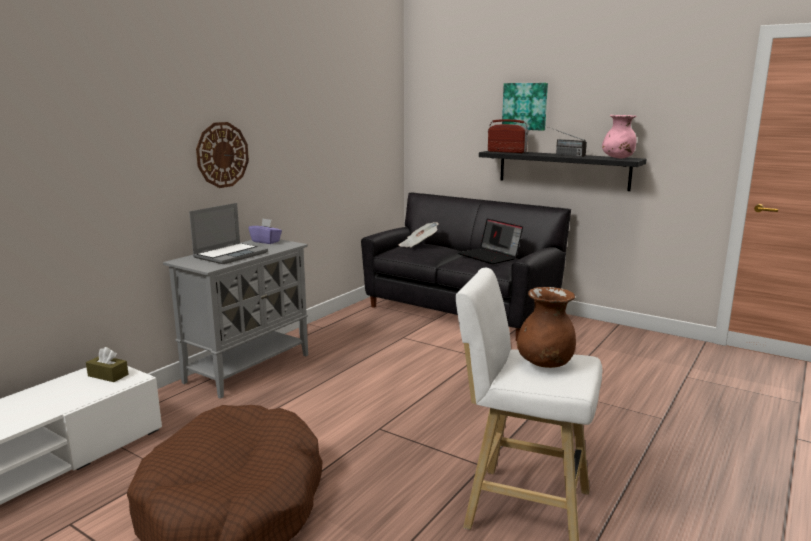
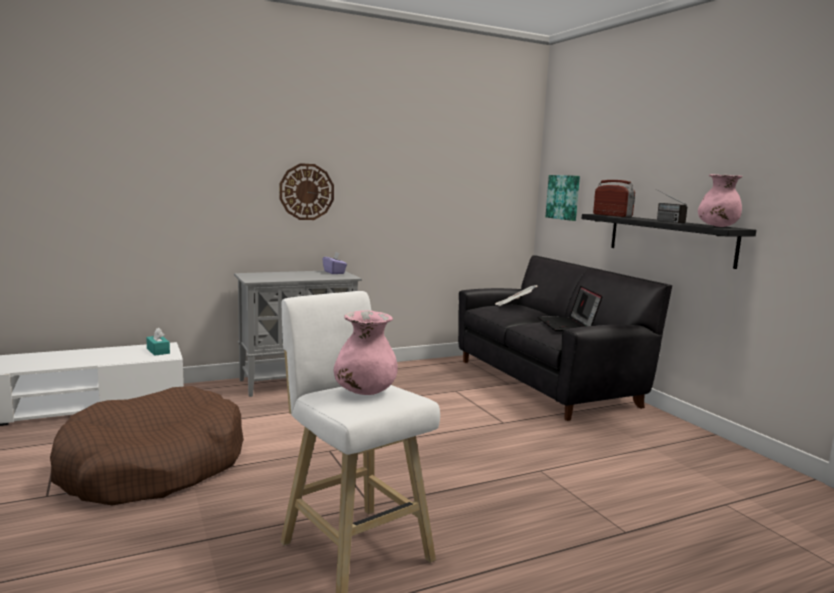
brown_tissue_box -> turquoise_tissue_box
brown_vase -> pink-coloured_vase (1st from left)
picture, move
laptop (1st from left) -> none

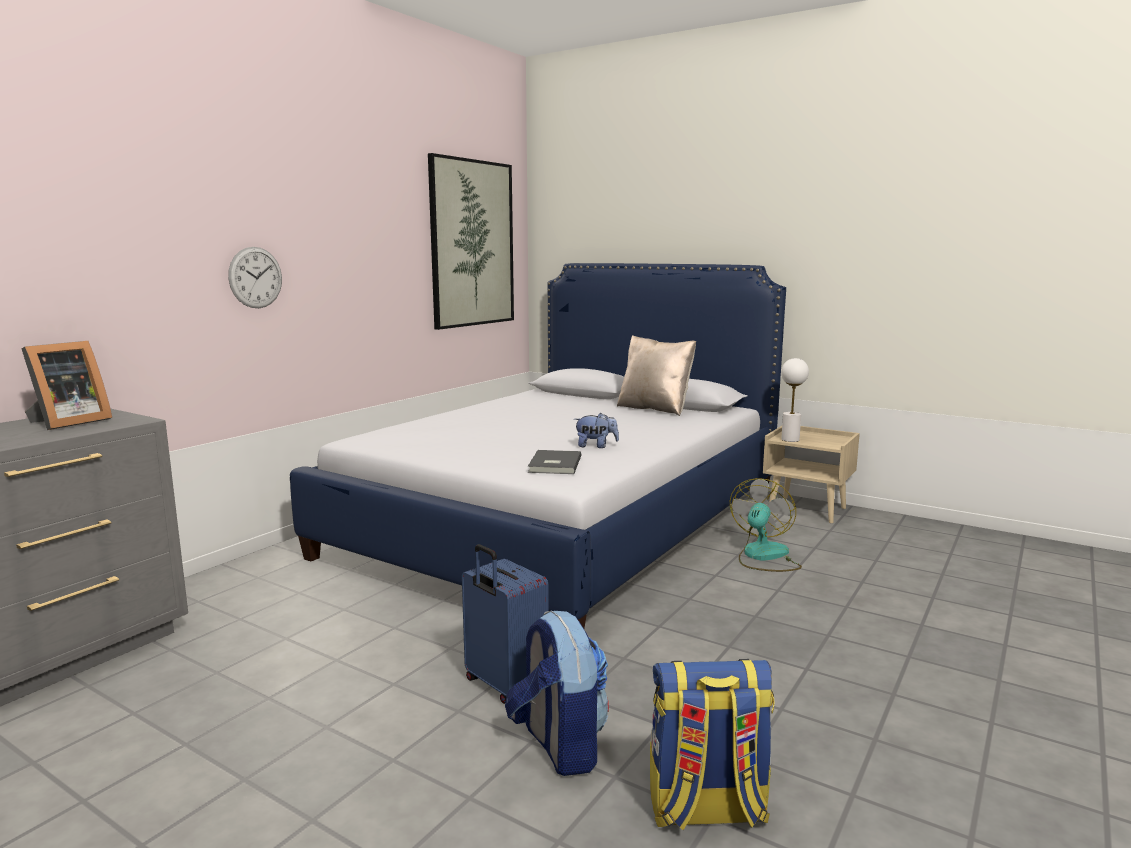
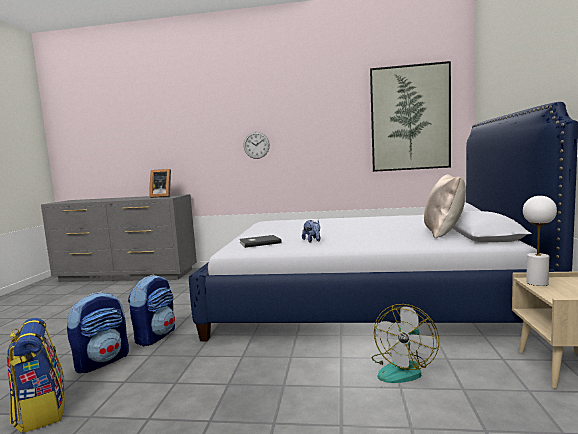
blue_travel_case -> rucksack (3rd from left)
electric_fan, 120 degrees clockwise

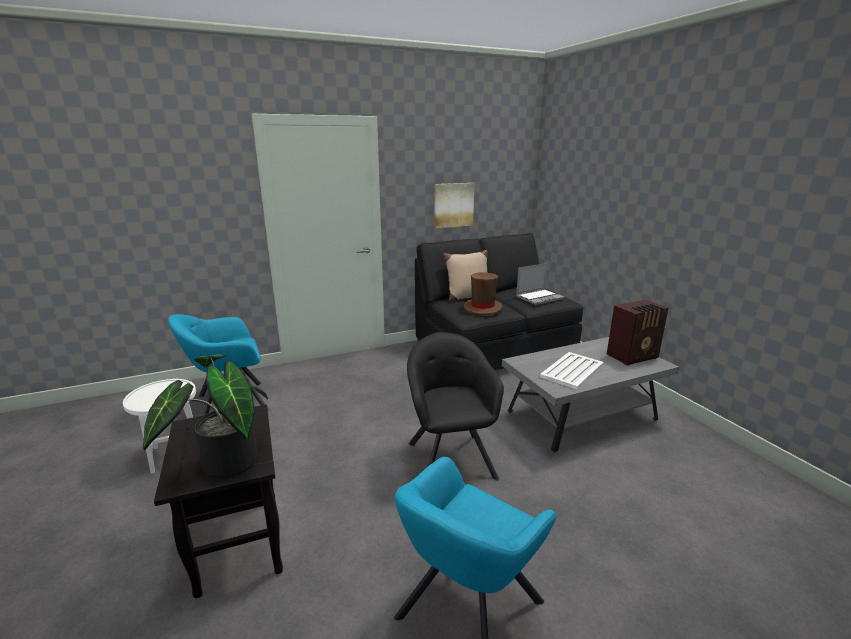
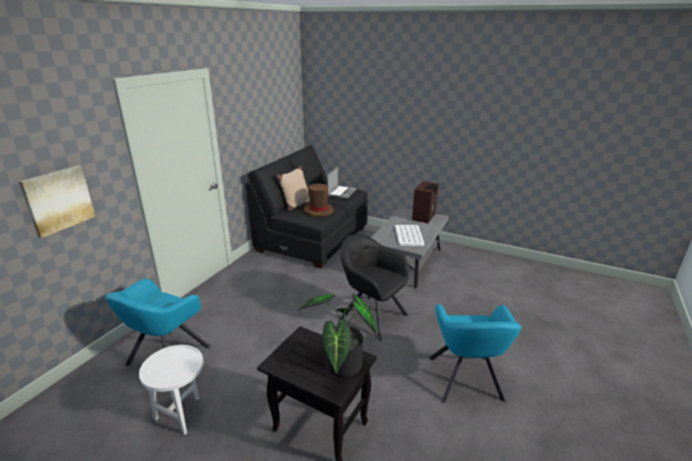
picture, move

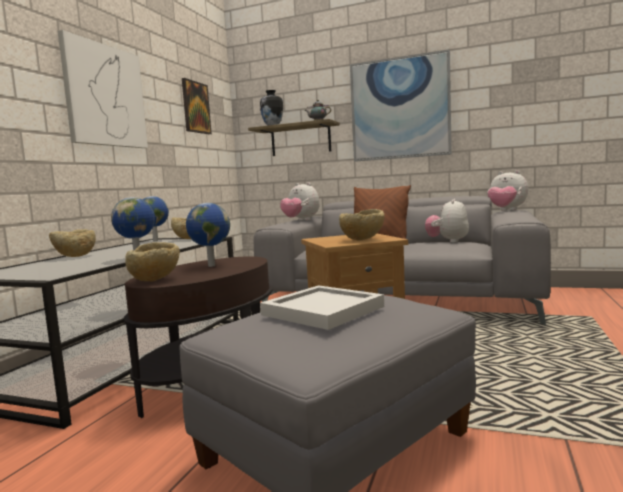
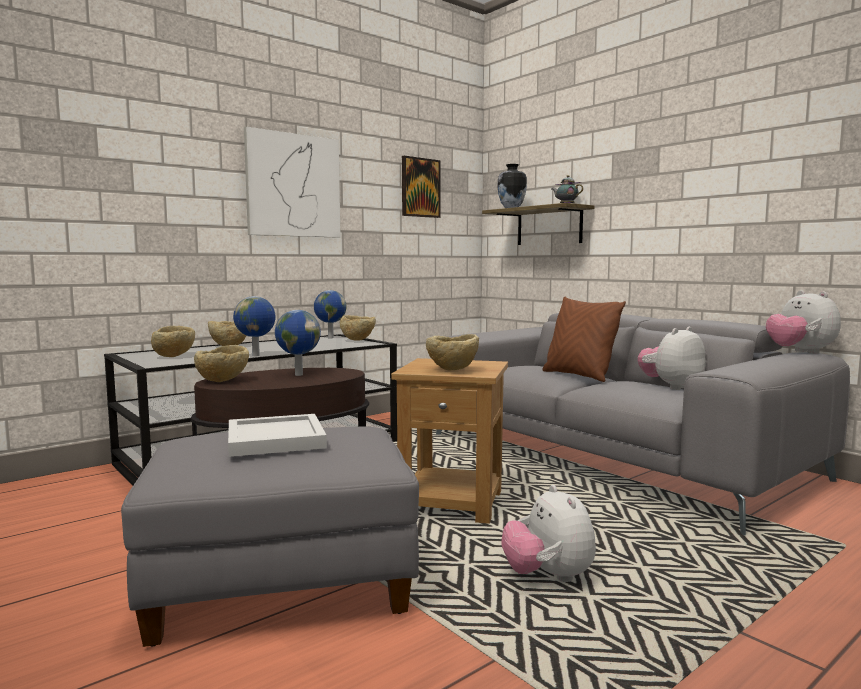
none -> beige_bowl (1st from left)
soft_toy (1st from left), move
picture (3rd from left) -> none

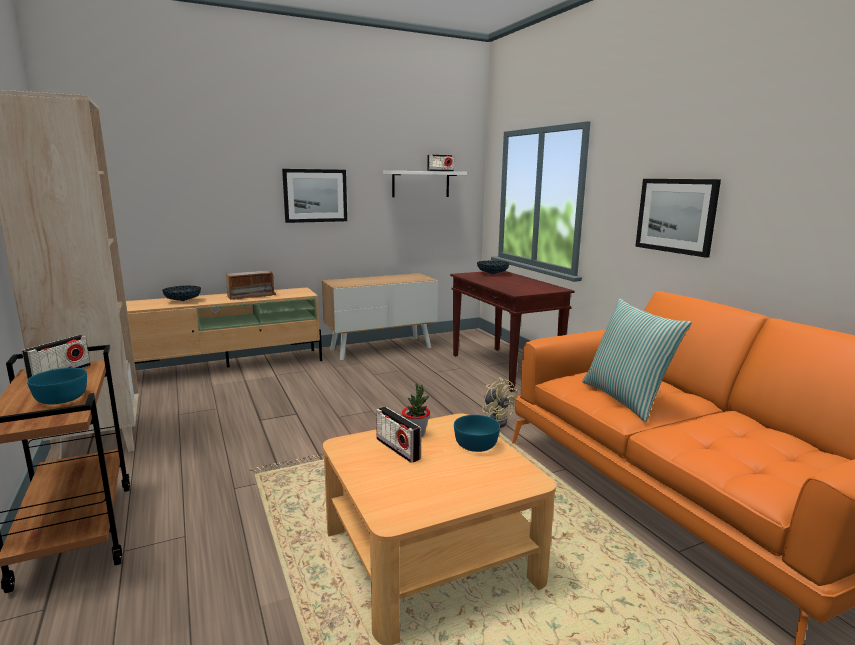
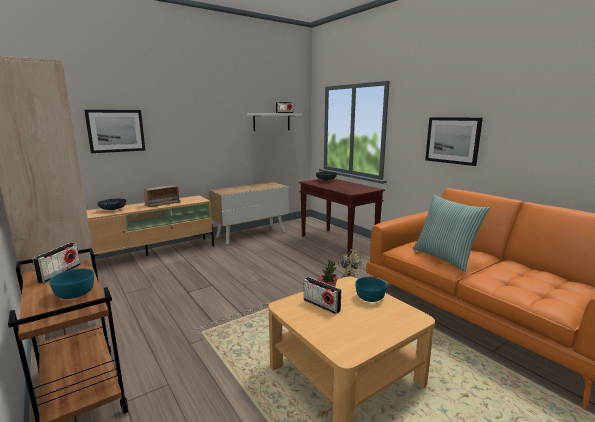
picture (1st from left), move

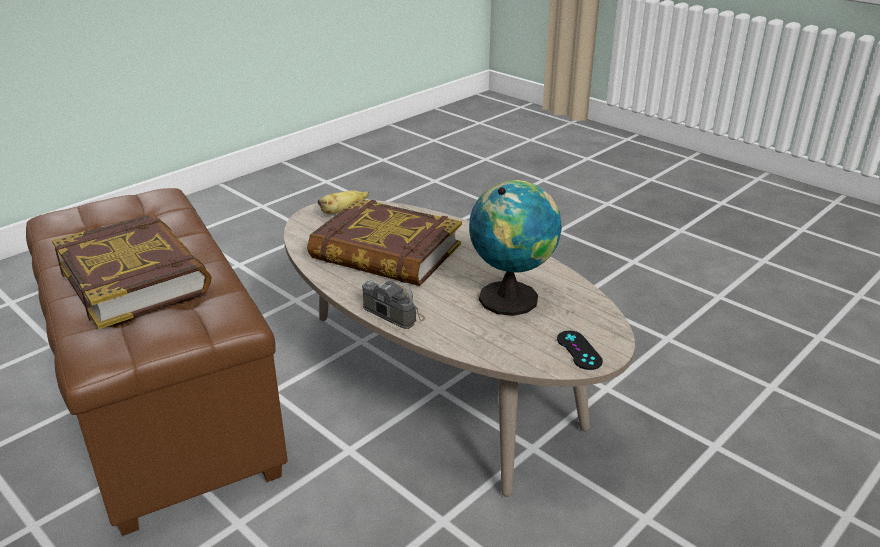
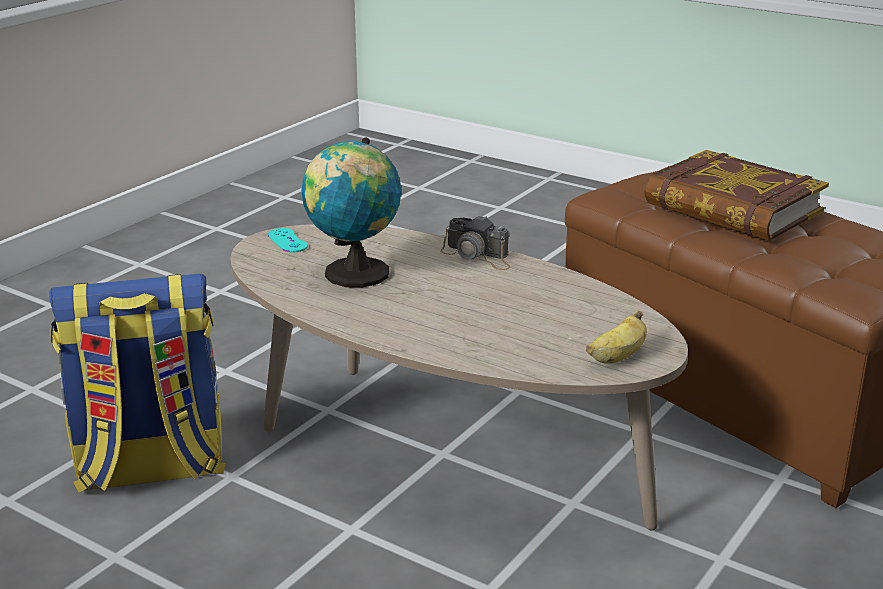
none -> rucksack
black_gamepad -> turquoise_gamepad
book (2nd from left) -> none

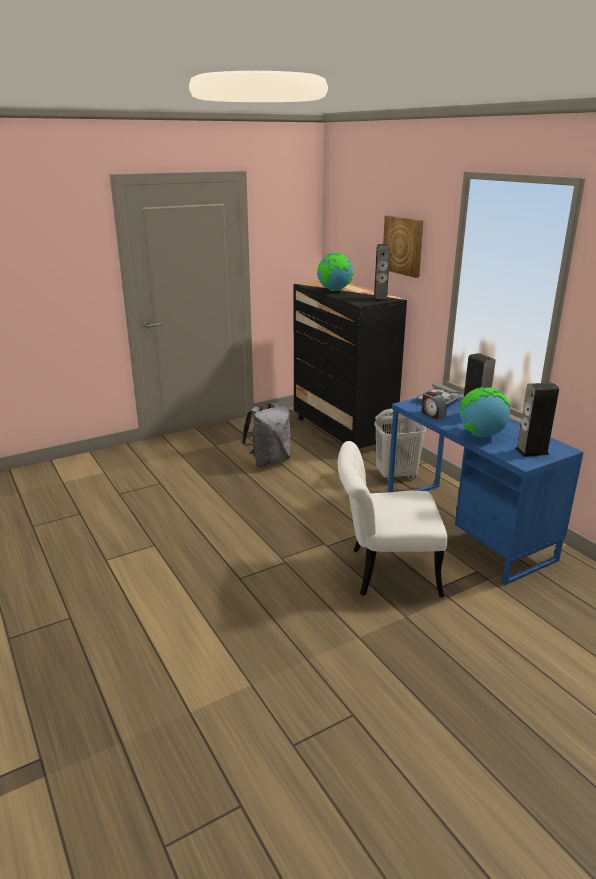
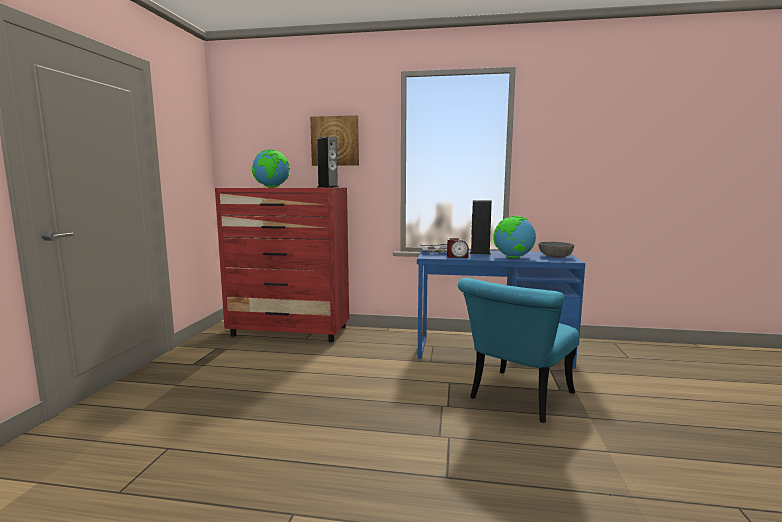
black_drawer_chest -> red_drawer_chest
white_plain_chair -> turquoise_plain_chair
audio_speaker (3rd from left) -> gray_bowl
gray_rucksack -> none
white_washing_basket -> none

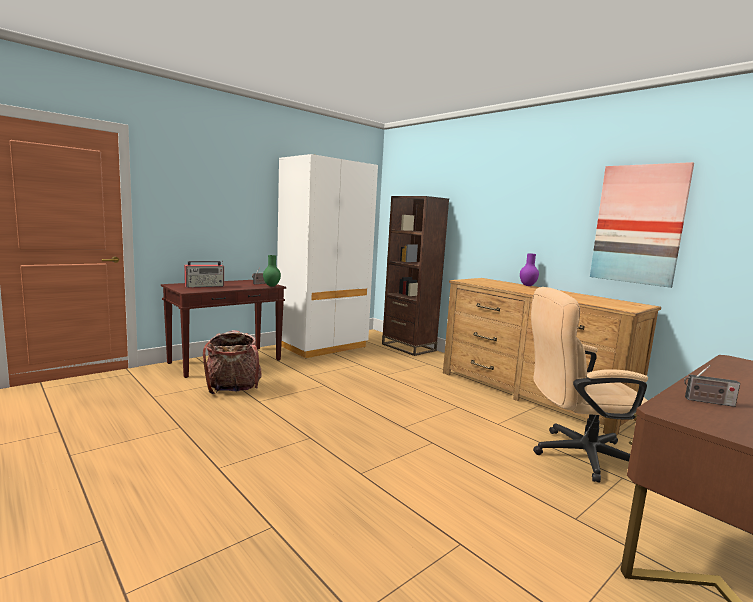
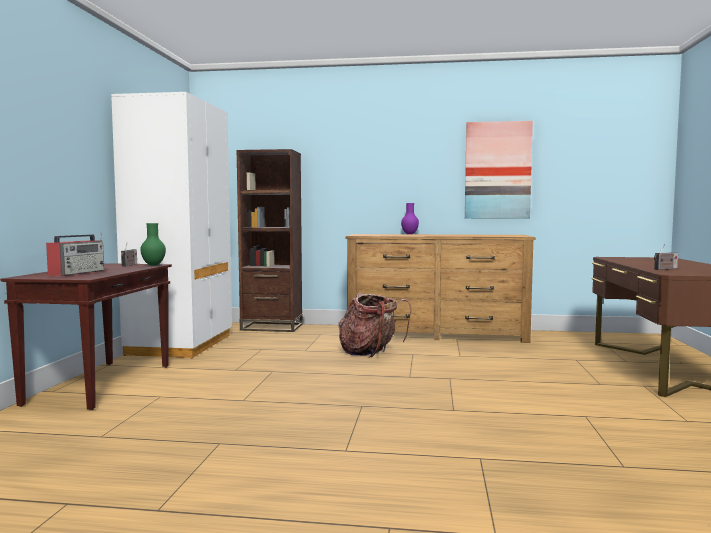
rucksack, move
beige_computer_chair -> none

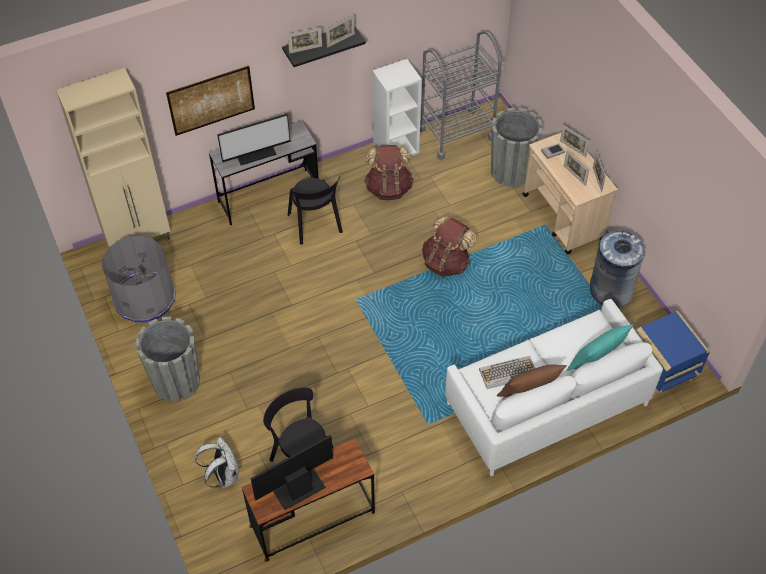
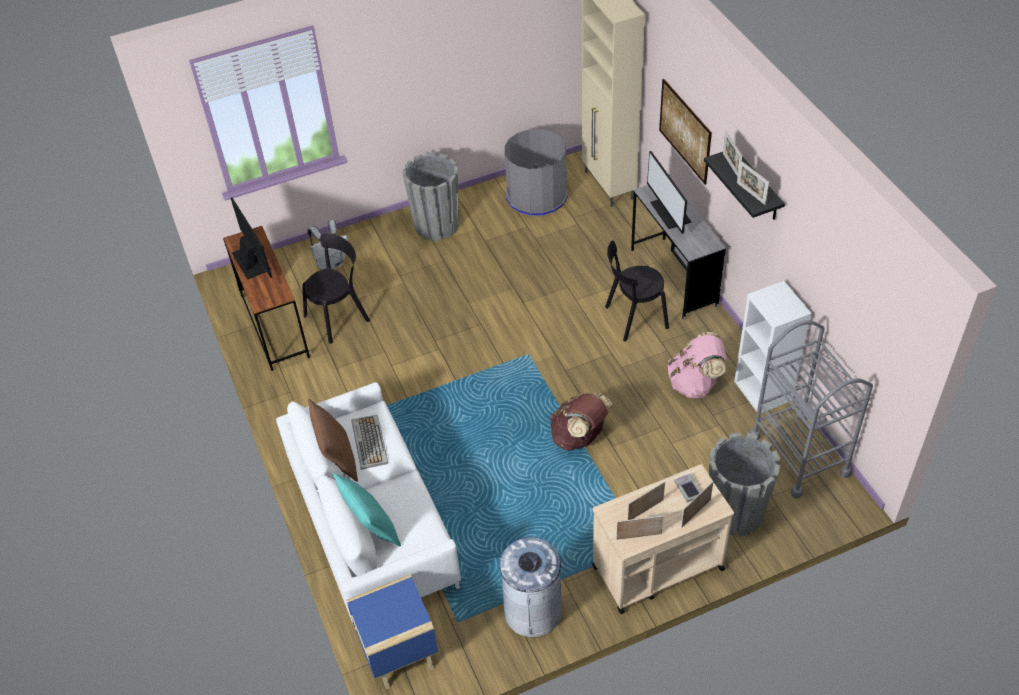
brown_rucksack (1st from left) -> pink-coloured_rucksack

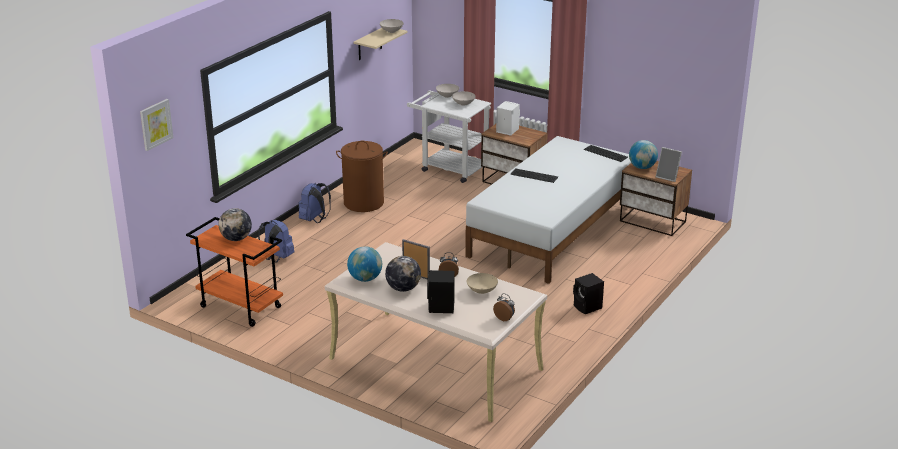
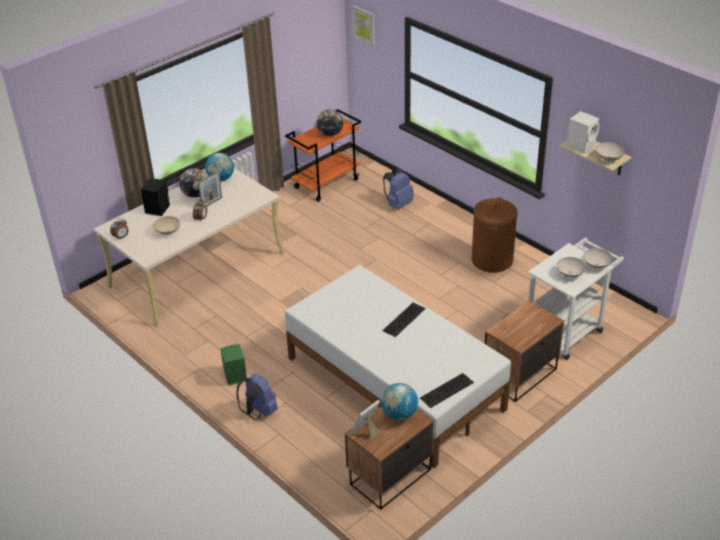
black_audio_speaker (2nd from left) -> green_audio_speaker
blue_rucksack (2nd from left in the first image) -> blue_rucksack (1st from left), move
white_audio_speaker, move

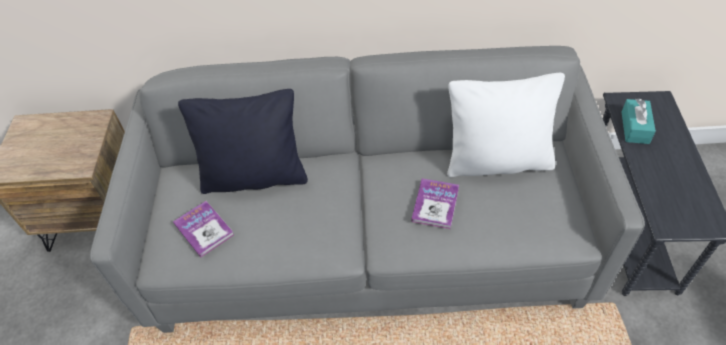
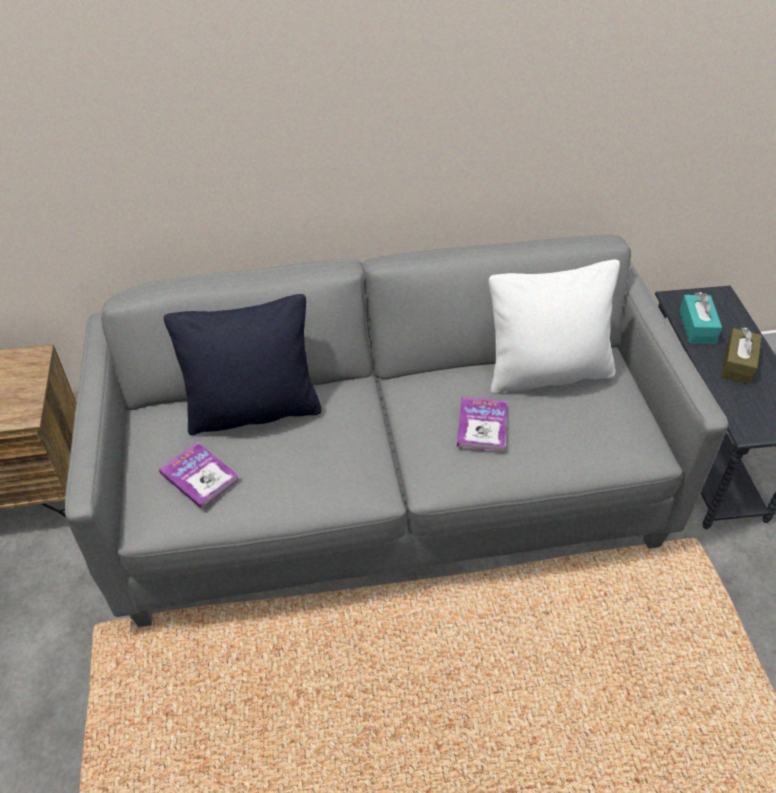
none -> brown_tissue_box

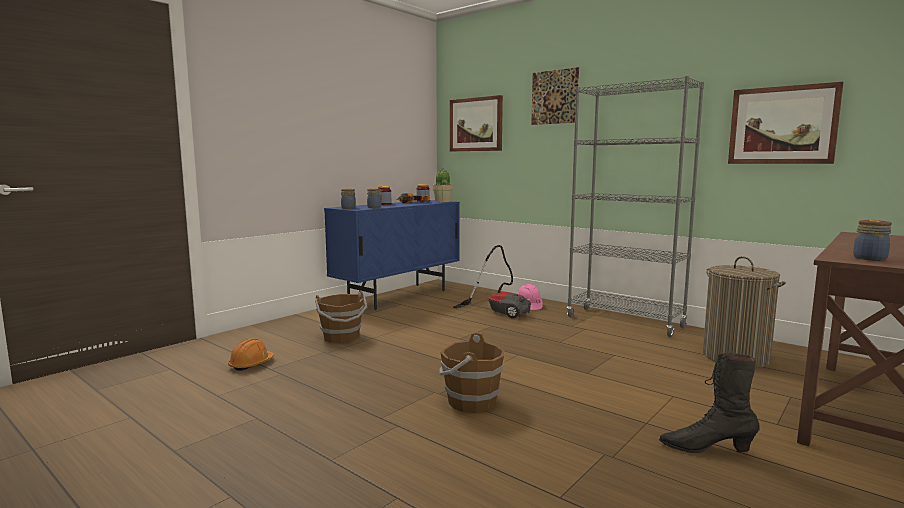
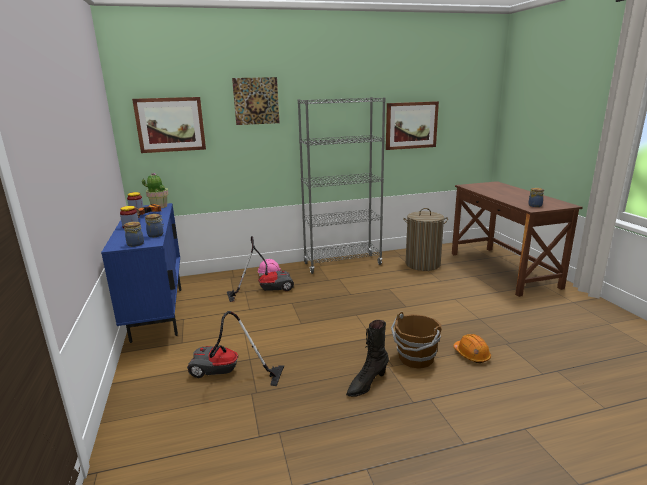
brown_pail (1st from left) -> vacuum (1st from left)
black_boot, move
orangey_safety_helmet, move

